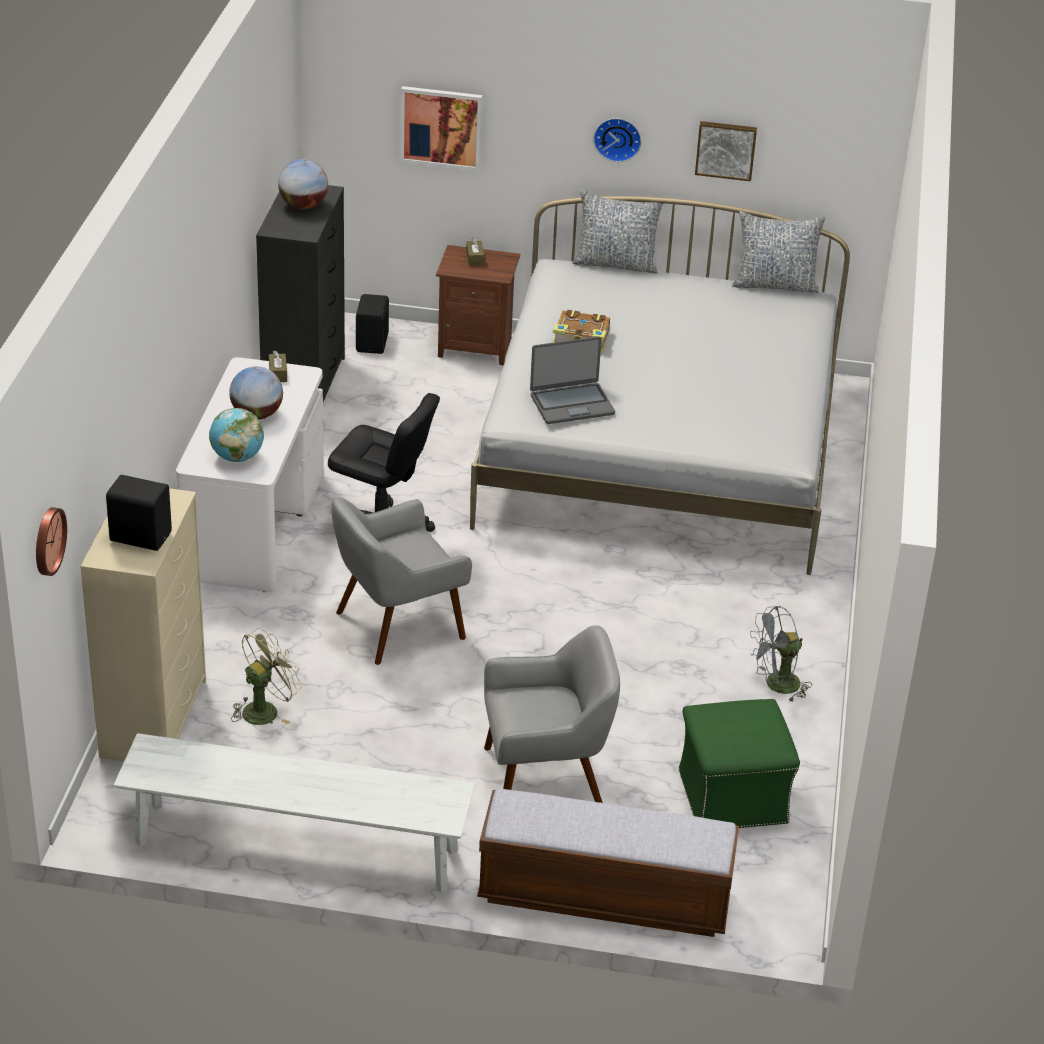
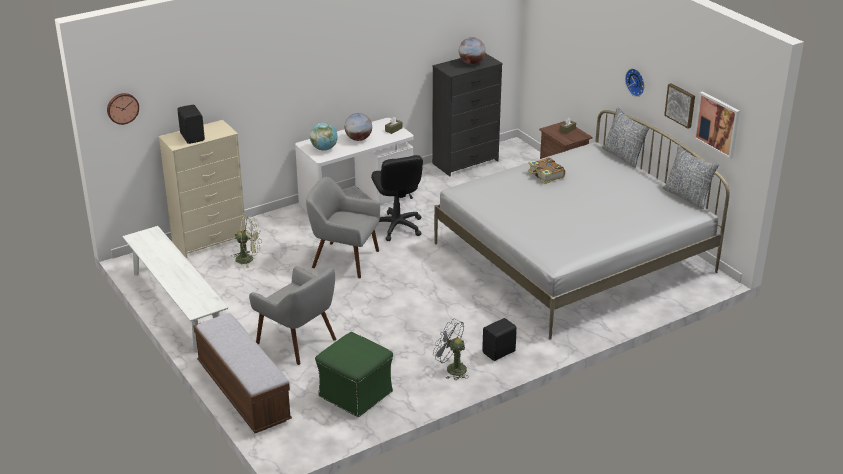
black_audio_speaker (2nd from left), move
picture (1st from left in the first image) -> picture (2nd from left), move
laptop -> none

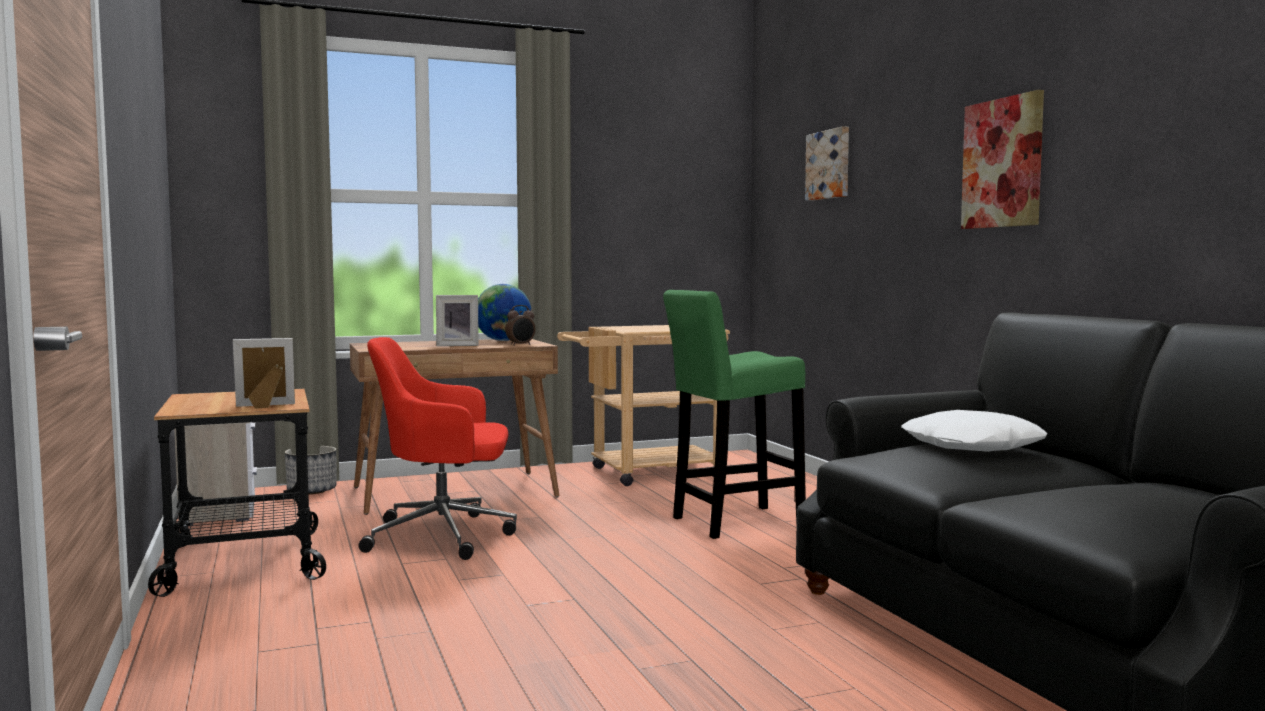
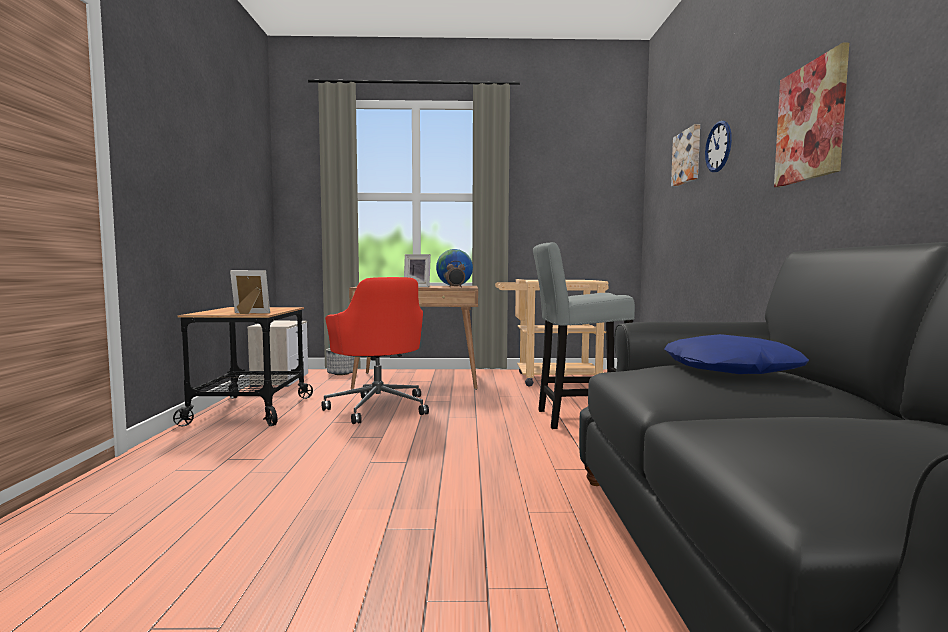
red_computer_chair, 135 degrees counterclockwise
green_sitting_stool -> gray_sitting_stool
white_cushion -> blue_cushion
none -> clock_on_the_wall

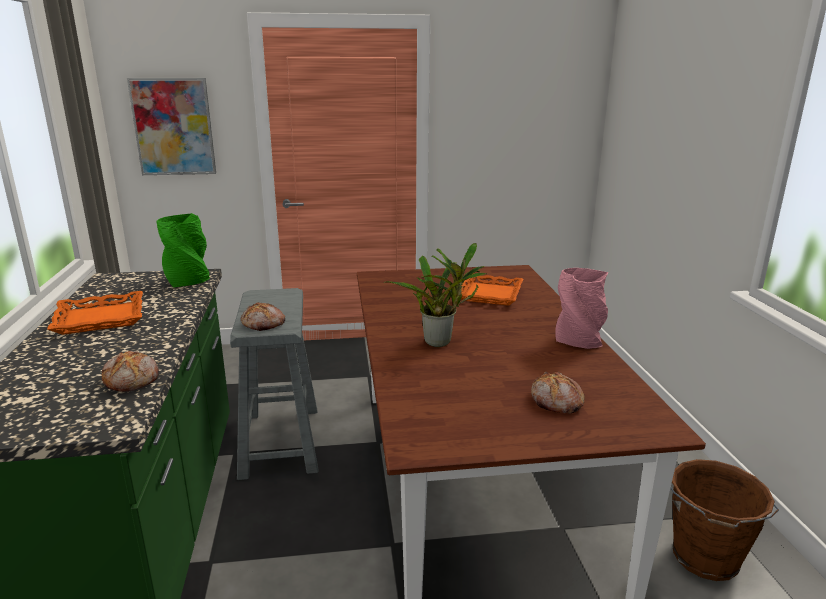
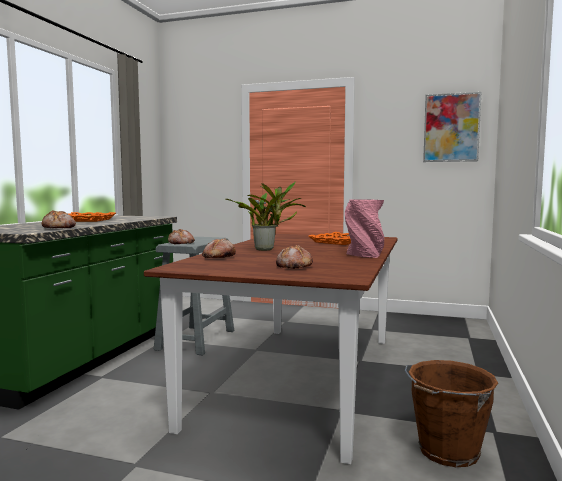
none -> bread (3rd from left)
picture, move
green_vase -> none

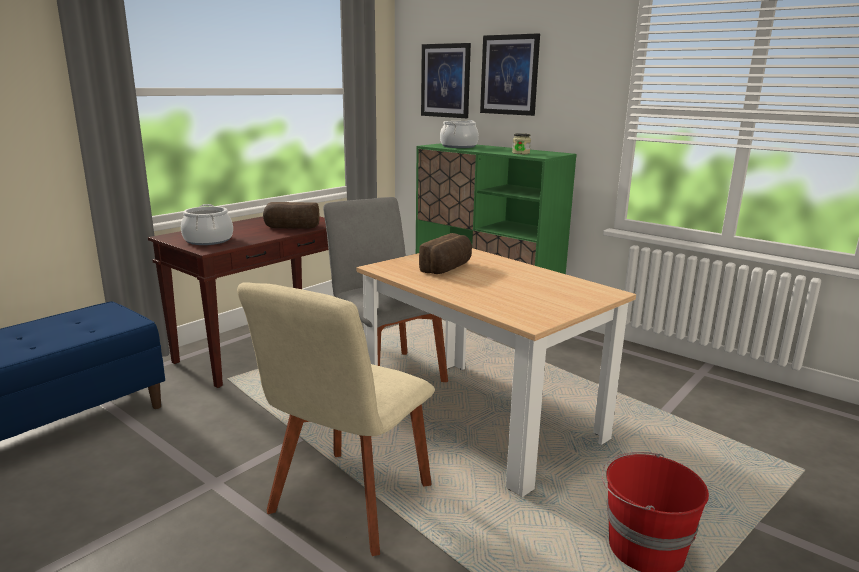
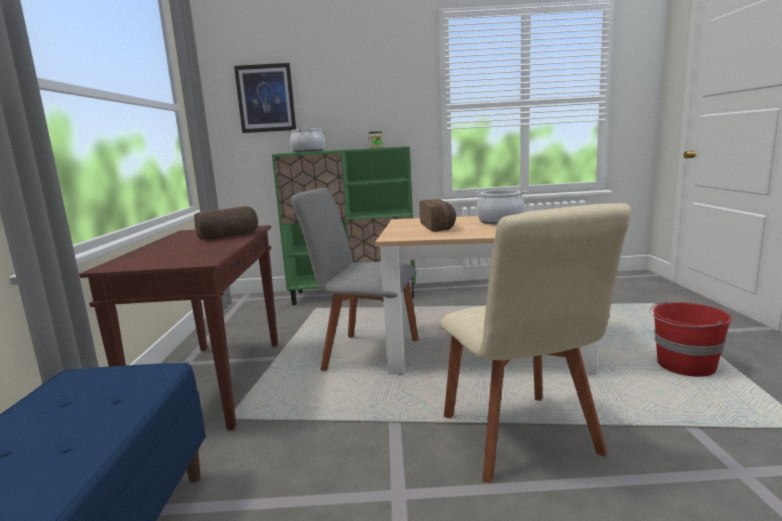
cooking_pot (1st from left in the first image) -> cooking_pot (2nd from left), move
picture (2nd from left) -> none

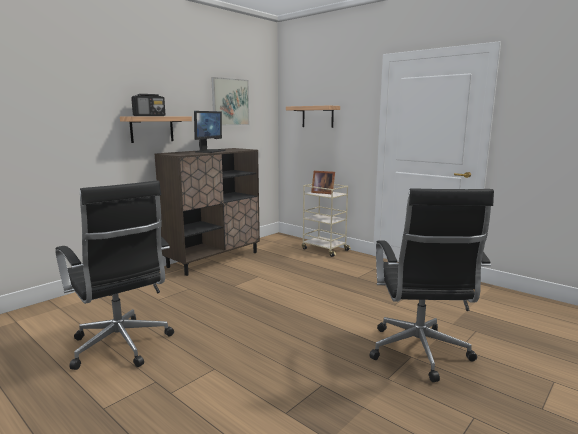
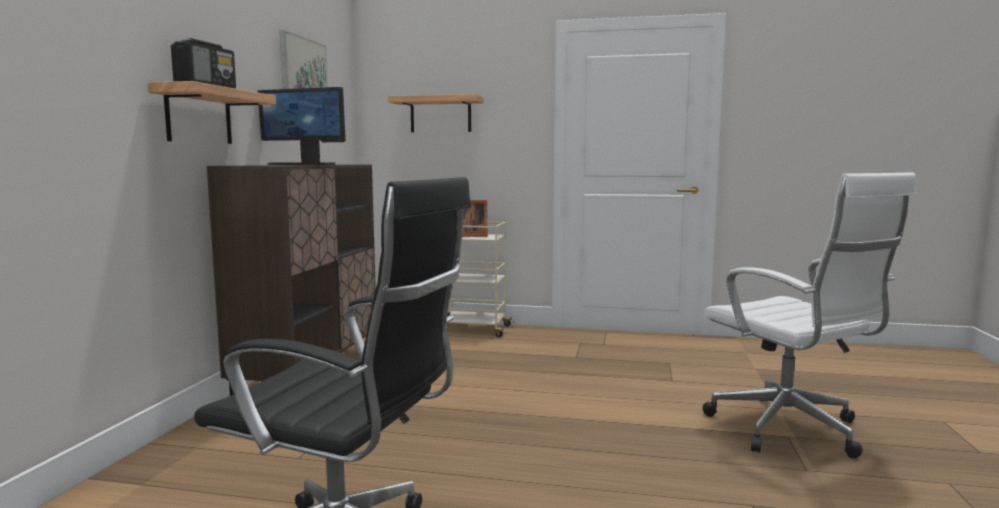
computer_screen, 120 degrees clockwise
black_computer_chair (2nd from left) -> white_computer_chair

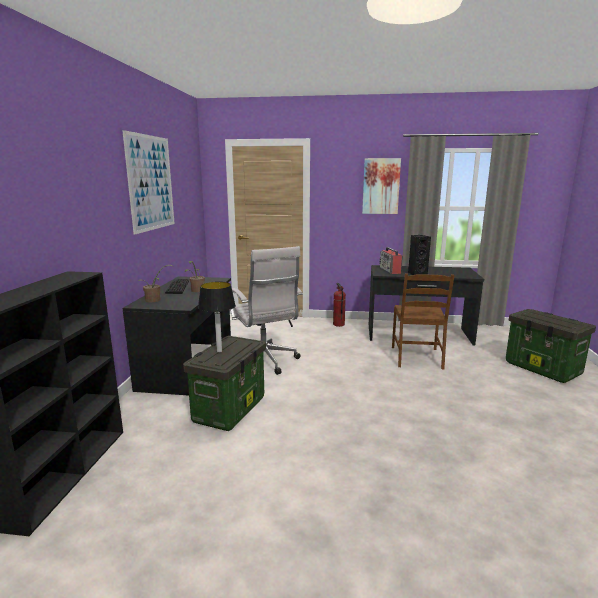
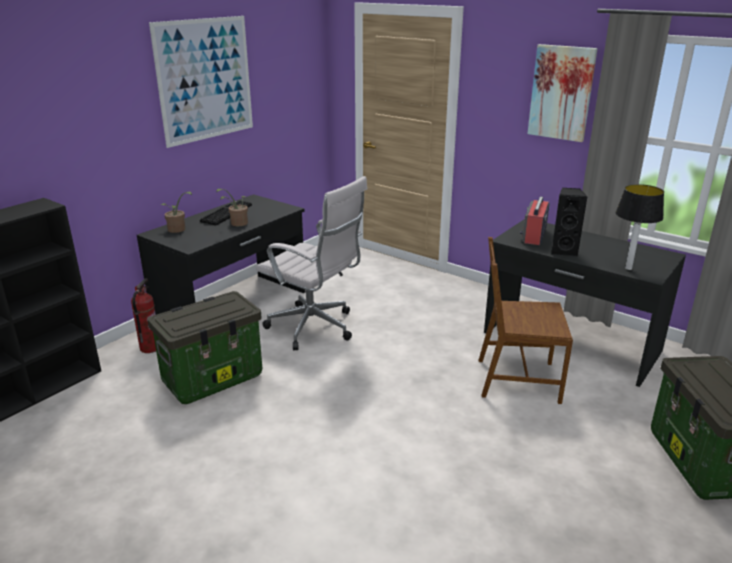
fire-fighting_cylinder, move
white_computer_chair, 60 degrees counterclockwise
brown_plain_chair, 60 degrees clockwise
table_lamp, move

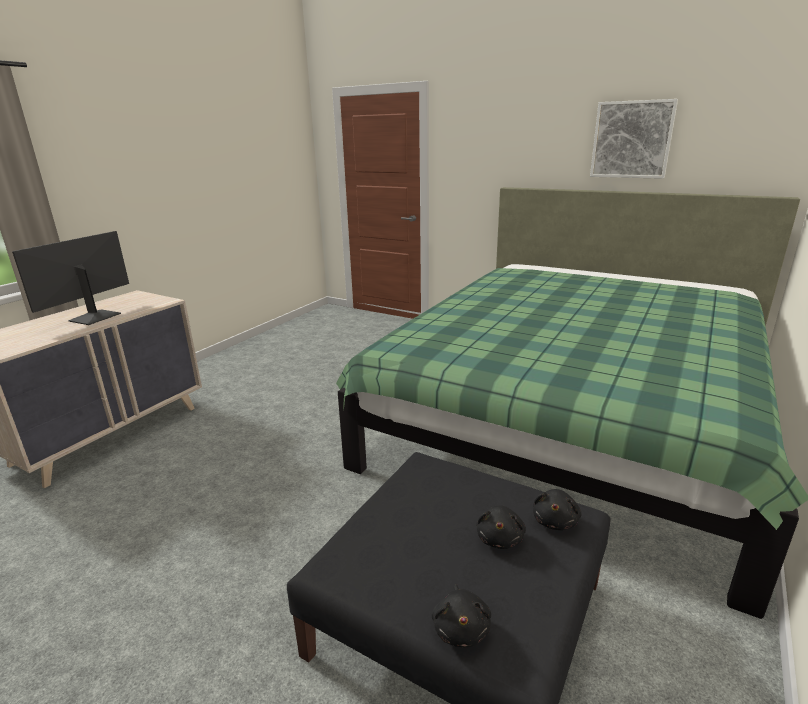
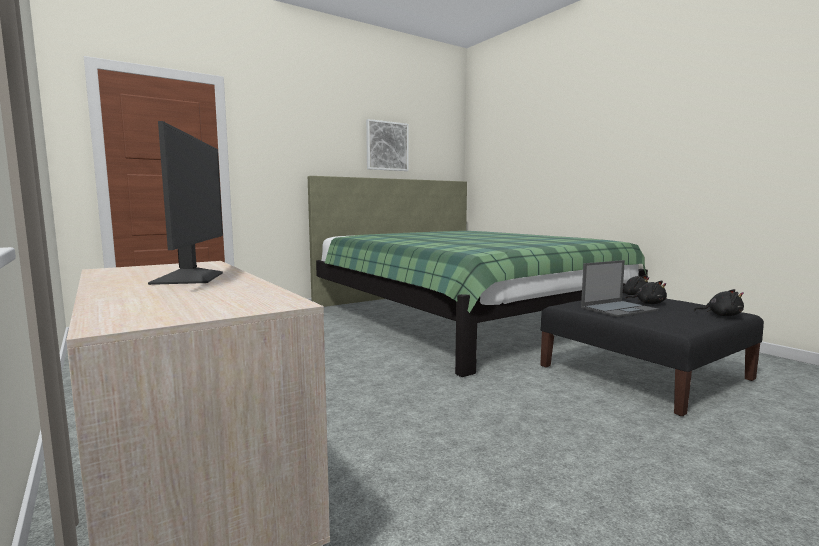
computer_screen, 150 degrees counterclockwise
none -> laptop

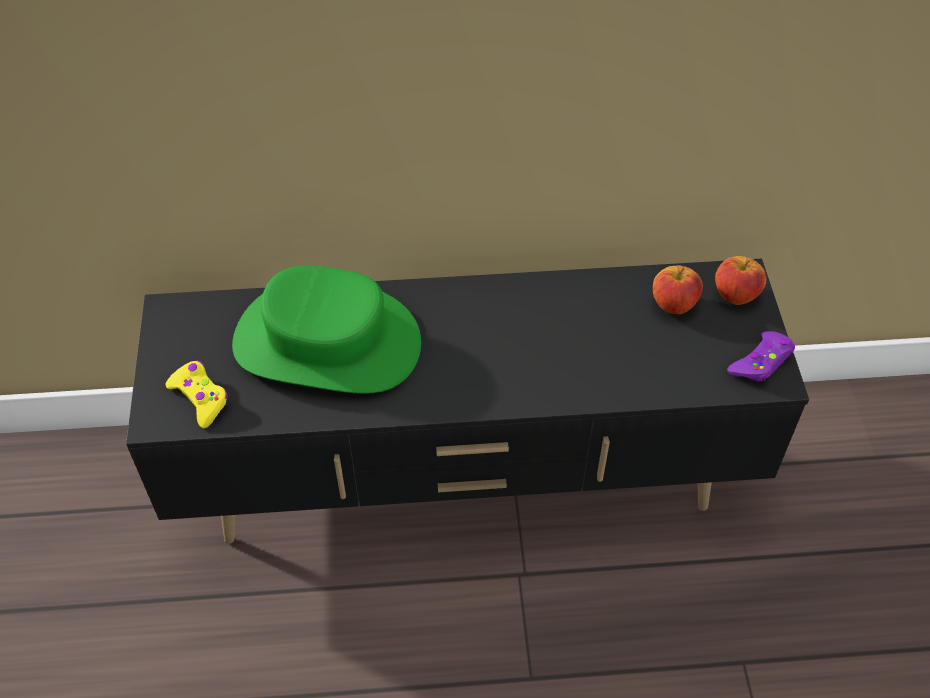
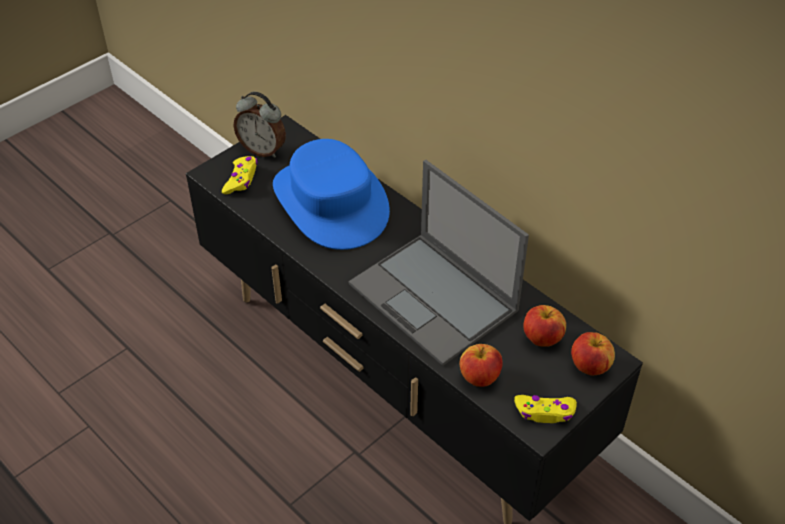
none -> alarm_clock
green_wearable_hat -> blue_wearable_hat
none -> laptop
none -> whole_apple (1st from left)
purple-coloured_gamepad -> yellow_gamepad (2nd from left)

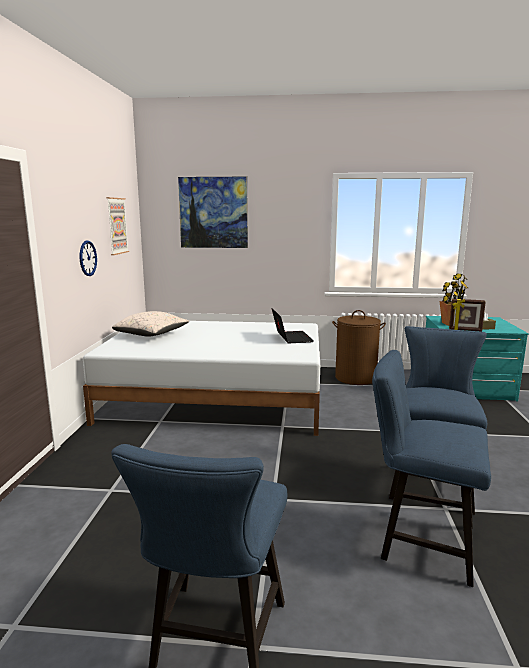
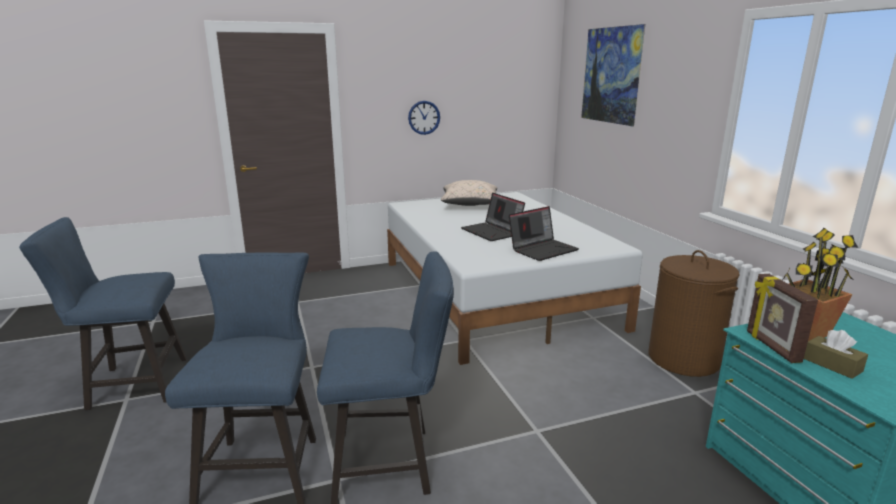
none -> laptop (1st from left)
picture (1st from left) -> none

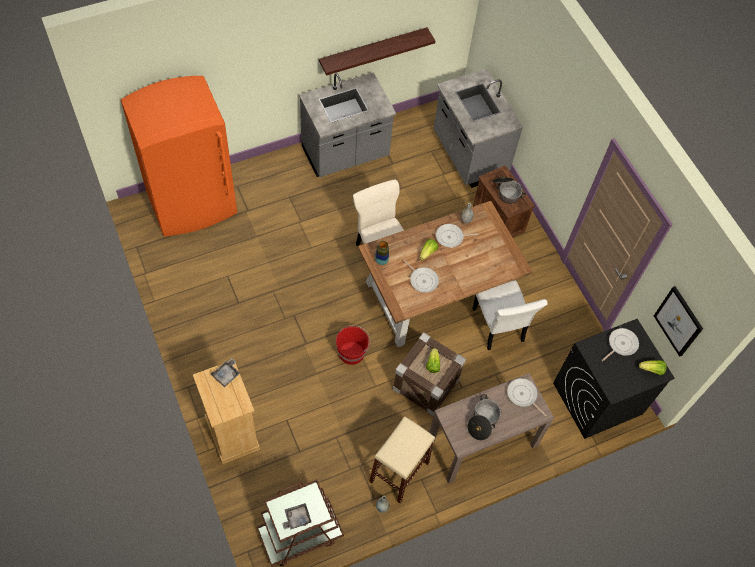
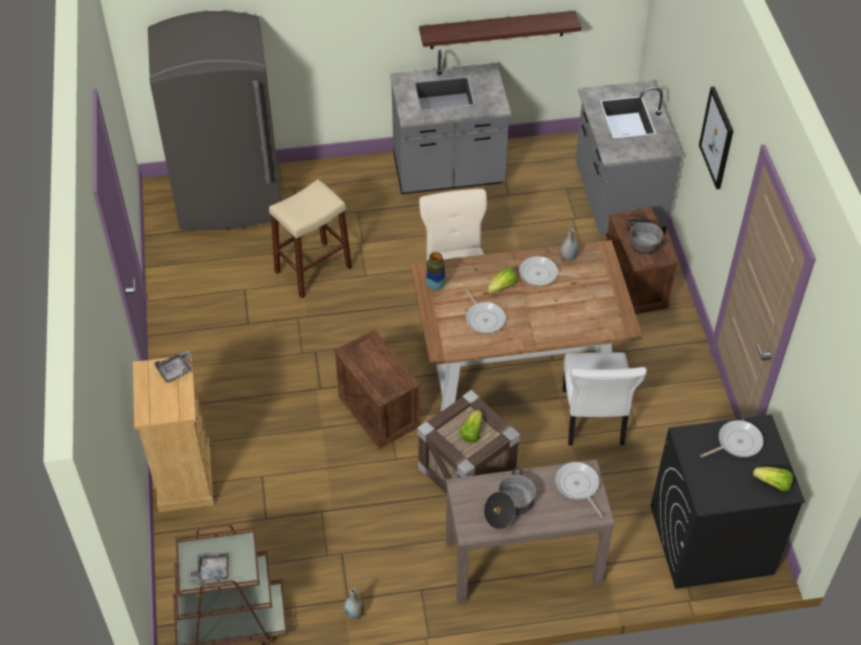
orangey_fridge -> gray_fridge
beige_sitting_stool, move
red_pail -> packing_crate (1st from left)
picture, move

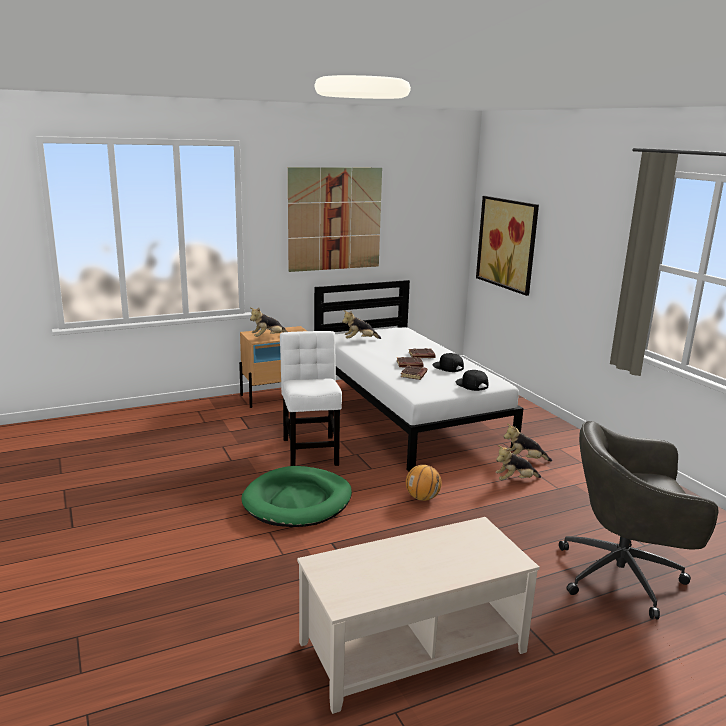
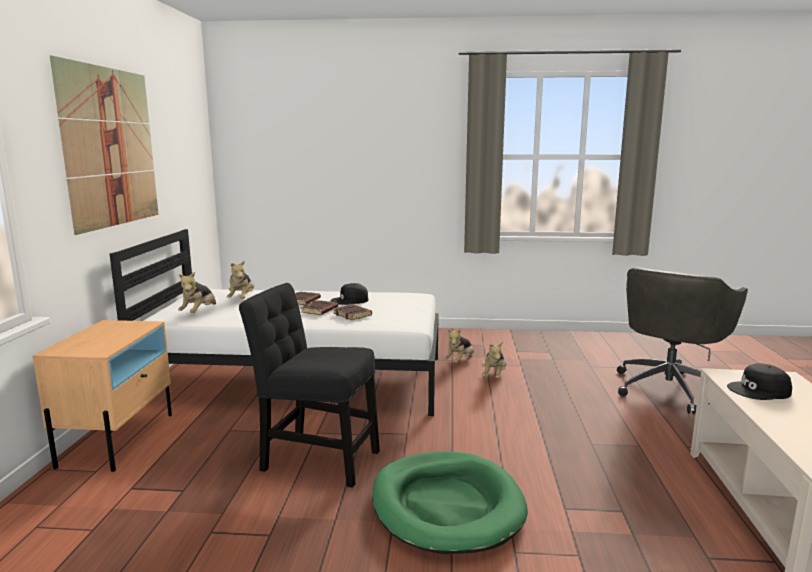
soft_toy (1st from left in the first image) -> soft_toy (2nd from left), move
white_plain_chair -> black_plain_chair
black_peaked_cap (2nd from left), move
basketball_ball -> none
picture (2nd from left) -> none

